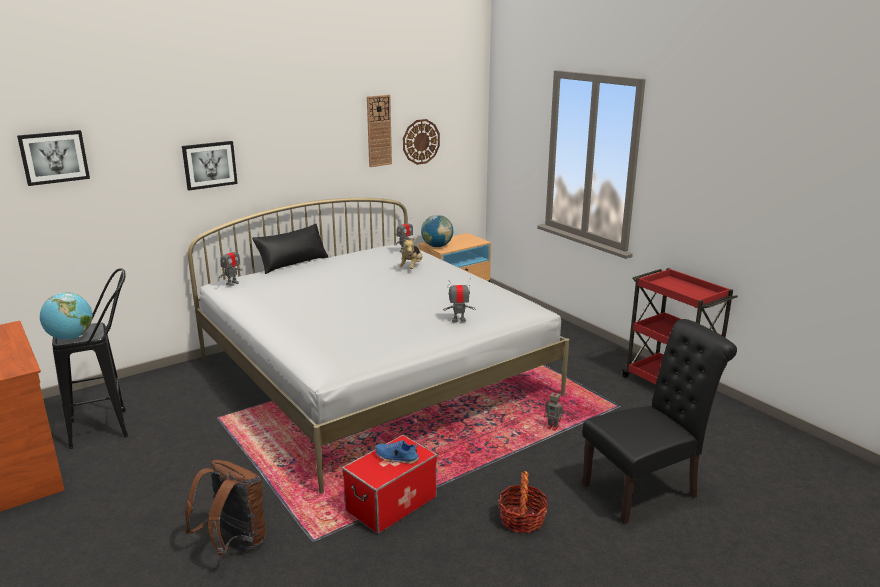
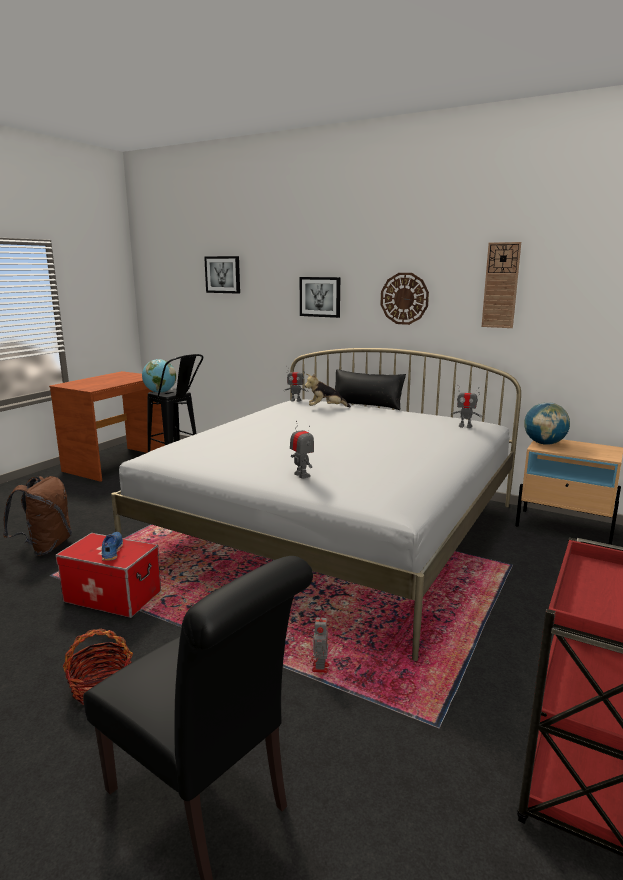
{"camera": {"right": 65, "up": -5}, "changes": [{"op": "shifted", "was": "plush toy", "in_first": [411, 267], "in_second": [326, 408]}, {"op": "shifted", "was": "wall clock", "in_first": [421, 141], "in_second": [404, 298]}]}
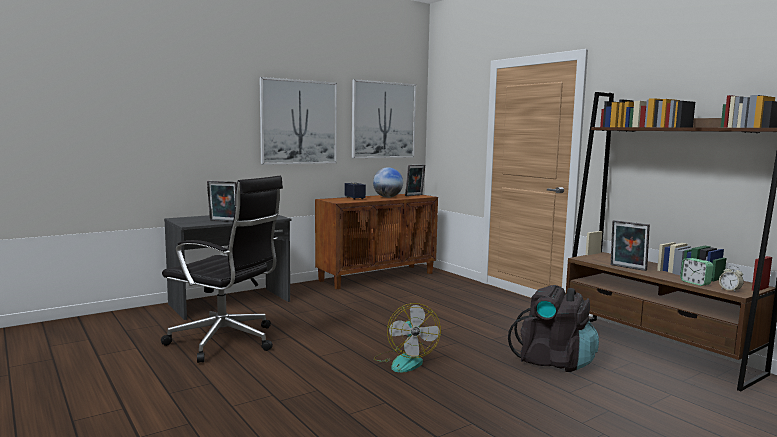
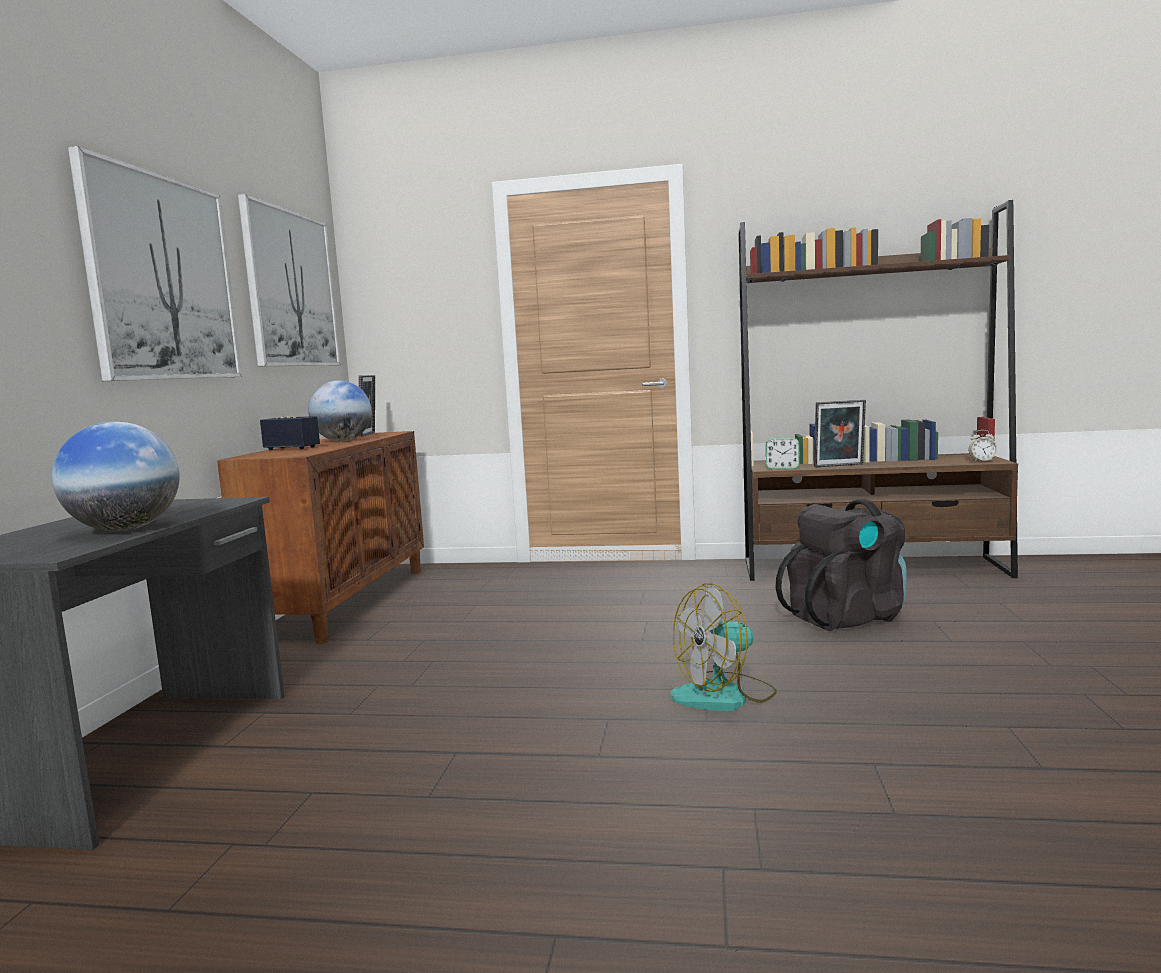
{"camera": {"right": -45, "up": 0}, "changes": [{"op": "swapped", "was": "picture frame", "now": "globe", "in_first": [223, 221], "in_second": [125, 529]}, {"op": "rotated", "was": "fan", "in_first": [405, 361], "in_second": [724, 695], "clockwise": 120}, {"op": "shifted", "was": "alarm clock", "in_first": [695, 283], "in_second": [782, 468]}, {"op": "gone", "was": "office chair (black)", "in_first": [226, 342]}]}
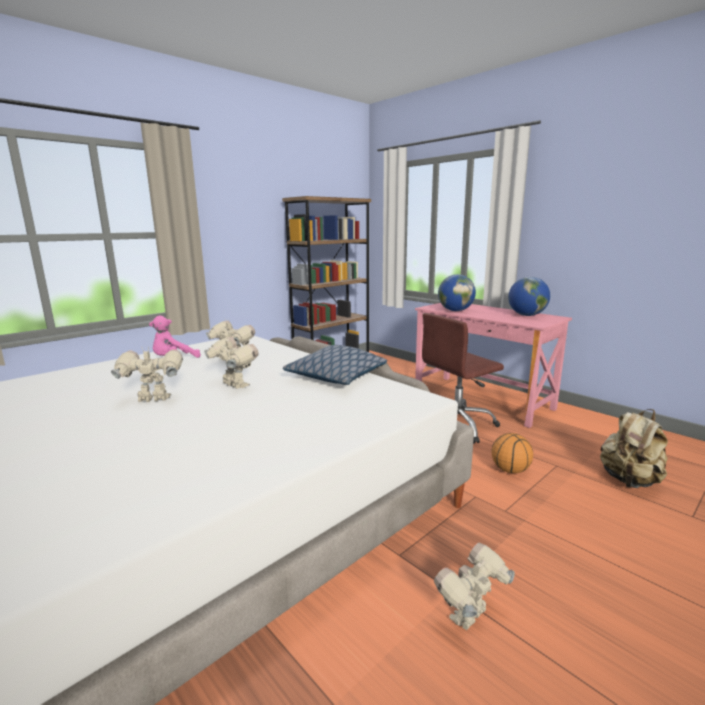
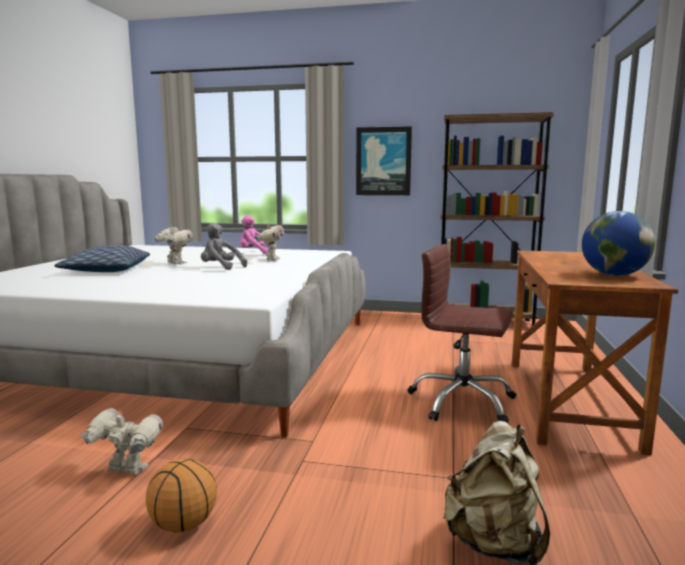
{"camera": {"right": 55, "up": -5}, "changes": [{"op": "shifted", "was": "pillow", "in_first": [337, 377], "in_second": [106, 270]}, {"op": "shifted", "was": "basketball", "in_first": [510, 470], "in_second": [183, 524]}, {"op": "swapped", "was": "toy robot", "now": "plush toy (grey)", "in_first": [234, 386], "in_second": [221, 268]}, {"op": "new", "now": "picture", "in_second": [383, 161]}, {"op": "repainted", "was": "desk (pink)", "now": "desk (brown)", "in_first": [482, 399], "in_second": [568, 401]}, {"op": "gone", "was": "globe", "in_first": [455, 311]}]}
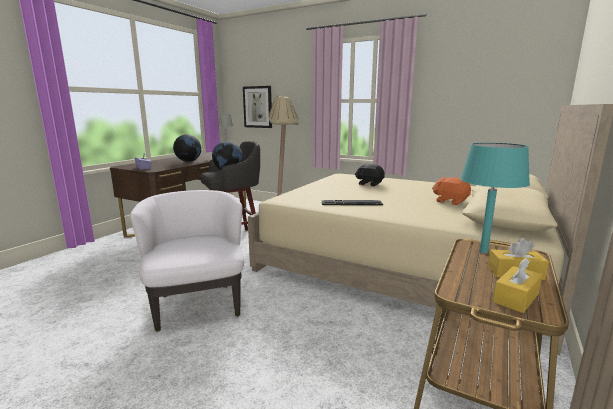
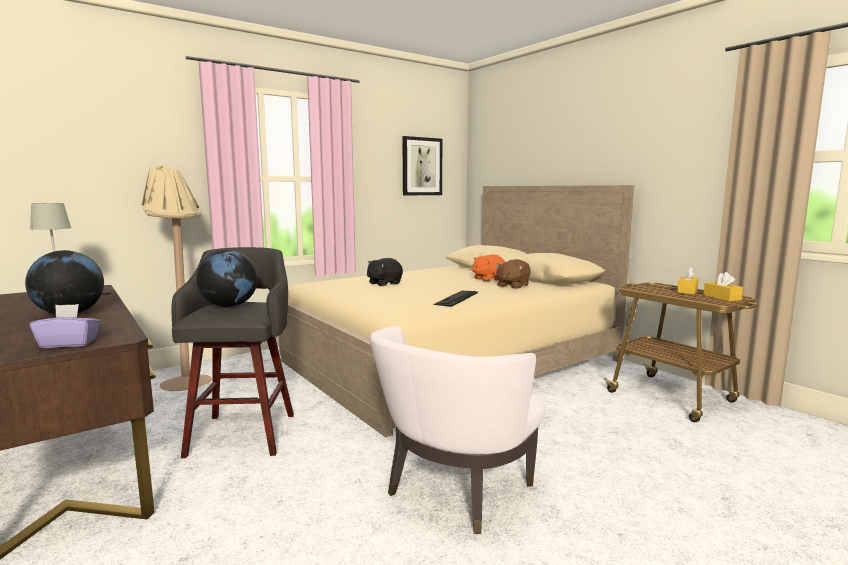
{"camera": {"right": -65, "up": -5}, "changes": [{"op": "rotated", "was": "armchair (white)", "in_first": [197, 304], "in_second": [455, 491], "clockwise": -60}, {"op": "shifted", "was": "picture", "in_first": [258, 107], "in_second": [421, 166]}, {"op": "new", "now": "plush toy (brown)", "in_second": [512, 286]}, {"op": "gone", "was": "table lamp (turquoise)", "in_first": [483, 251]}]}
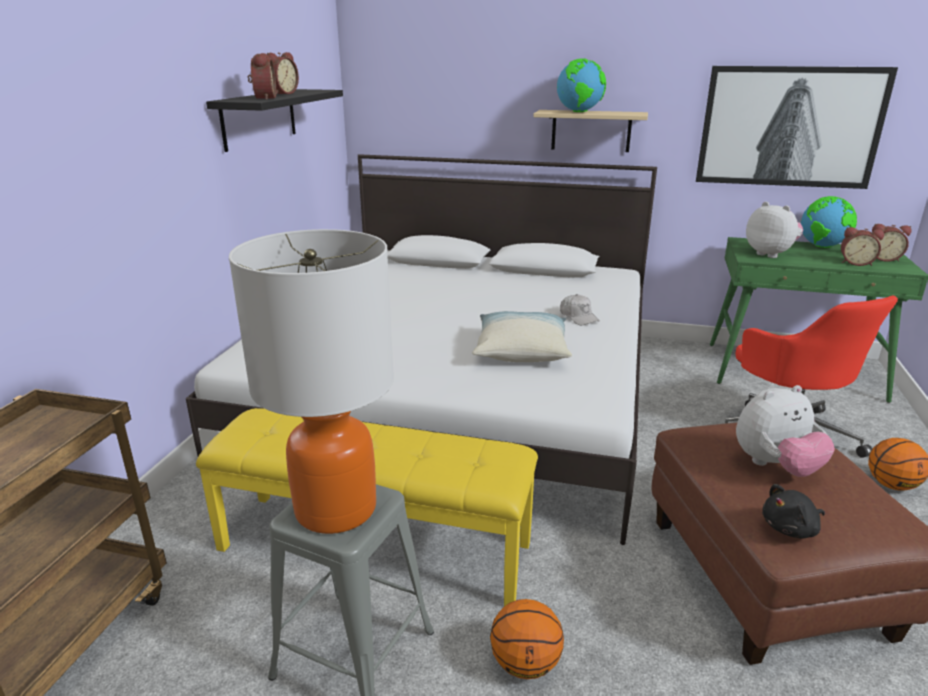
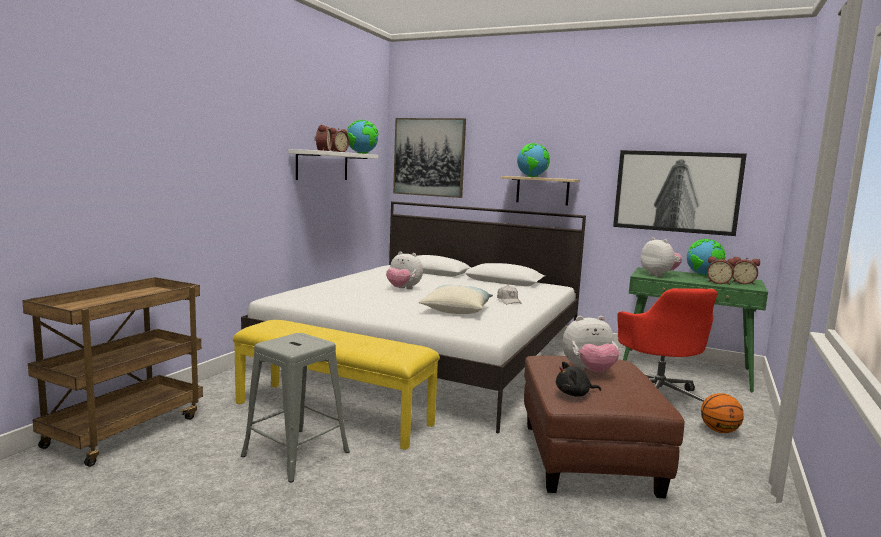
{"camera": {"right": 10, "up": -15}, "changes": [{"op": "repainted", "was": "shelf (black)", "now": "shelf (white)", "in_first": [259, 118], "in_second": [322, 165]}, {"op": "new", "now": "globe", "in_second": [362, 153]}, {"op": "new", "now": "plush toy", "in_second": [403, 289]}, {"op": "new", "now": "picture", "in_second": [429, 157]}, {"op": "gone", "was": "table lamp", "in_first": [335, 509]}, {"op": "gone", "was": "basketball", "in_first": [525, 664]}]}
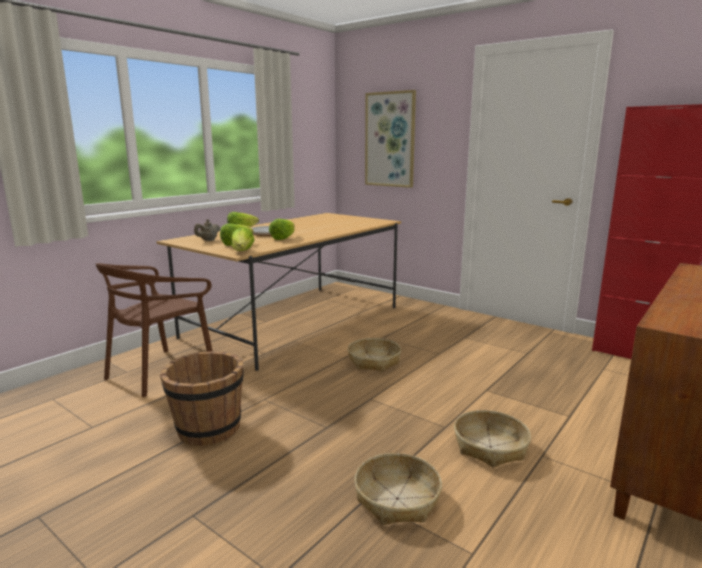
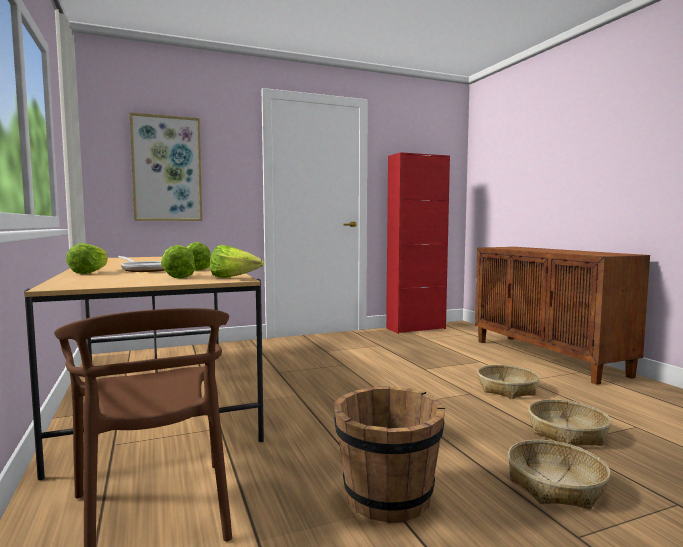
{"camera": {"right": -60, "up": -10}, "changes": [{"op": "shifted", "was": "basket", "in_first": [374, 361], "in_second": [555, 485]}, {"op": "gone", "was": "teapot (beige)", "in_first": [208, 240]}]}
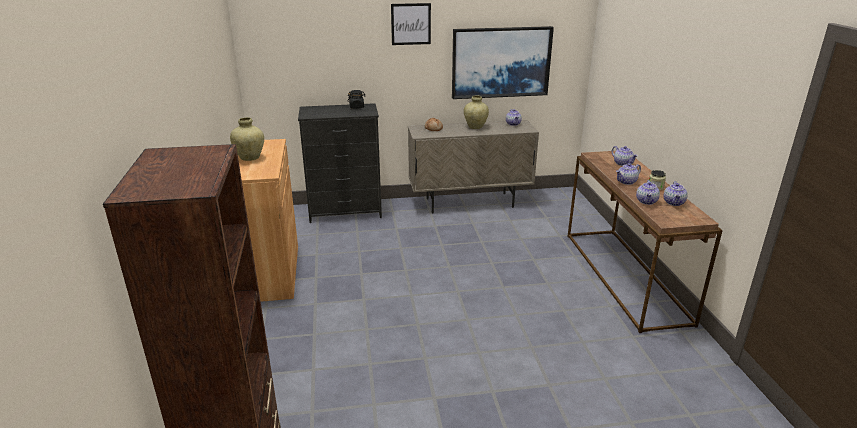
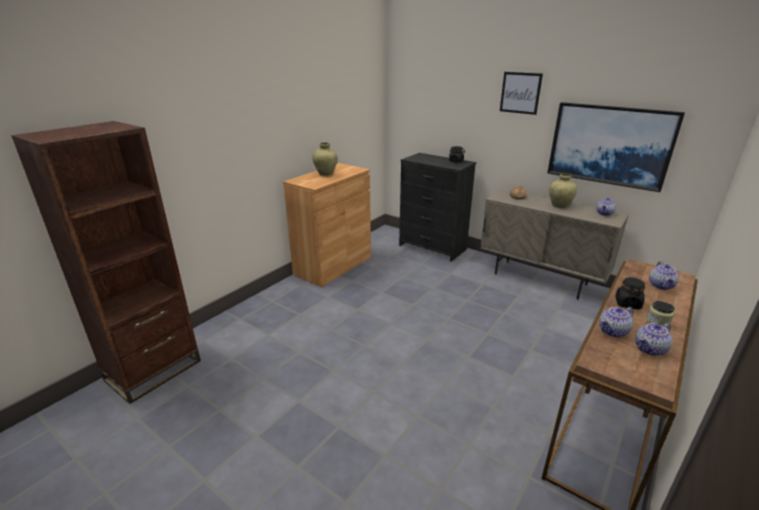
{"camera": {"right": 45, "up": 0}, "changes": [{"op": "swapped", "was": "teapot", "now": "jar (black)", "in_first": [626, 182], "in_second": [627, 303]}]}
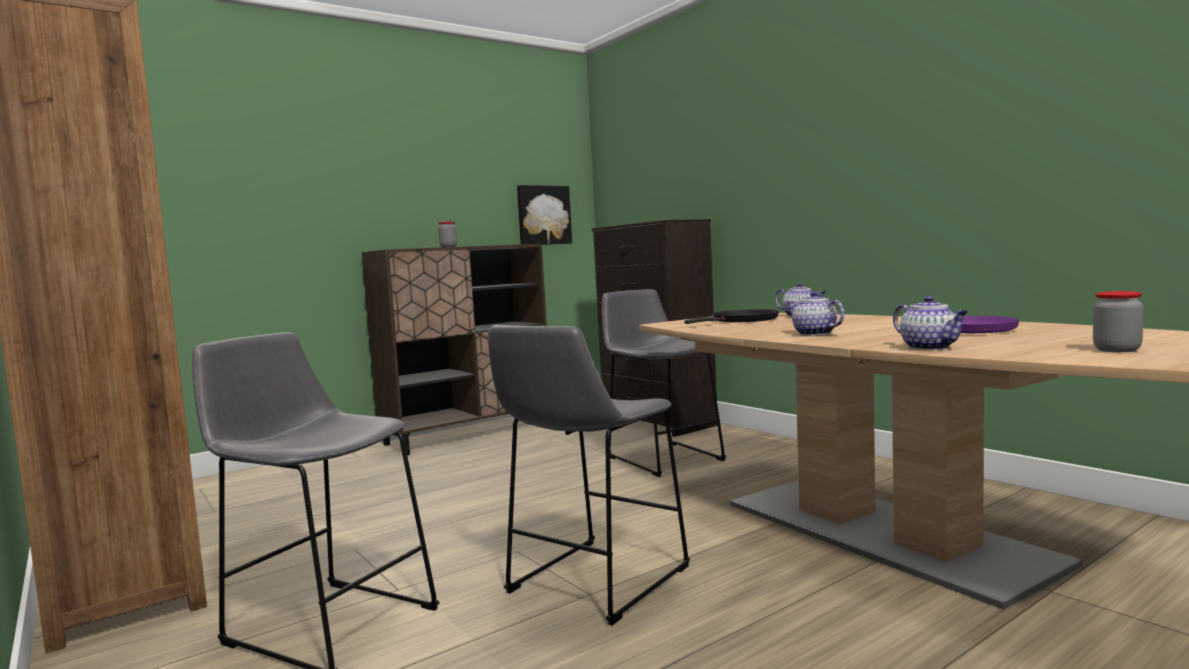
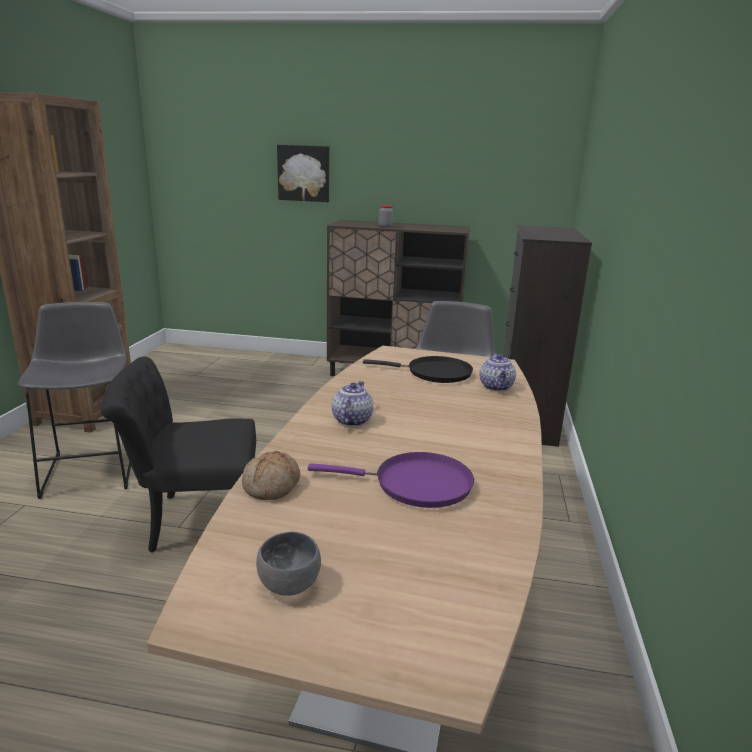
{"camera": {"right": 45, "up": 15}, "changes": [{"op": "swapped", "was": "stool (grey)", "now": "chair (black)", "in_first": [592, 583], "in_second": [194, 521]}, {"op": "swapped", "was": "teapot", "now": "bread", "in_first": [930, 348], "in_second": [272, 486]}, {"op": "swapped", "was": "jar", "now": "bowl (grey)", "in_first": [1116, 350], "in_second": [290, 586]}, {"op": "shifted", "was": "picture", "in_first": [543, 215], "in_second": [304, 173]}]}
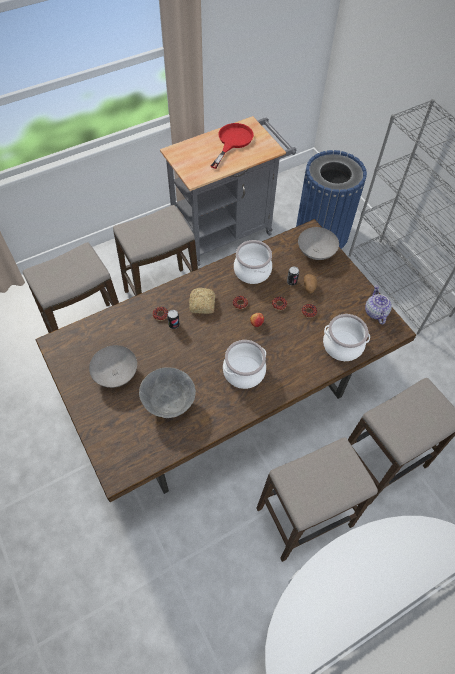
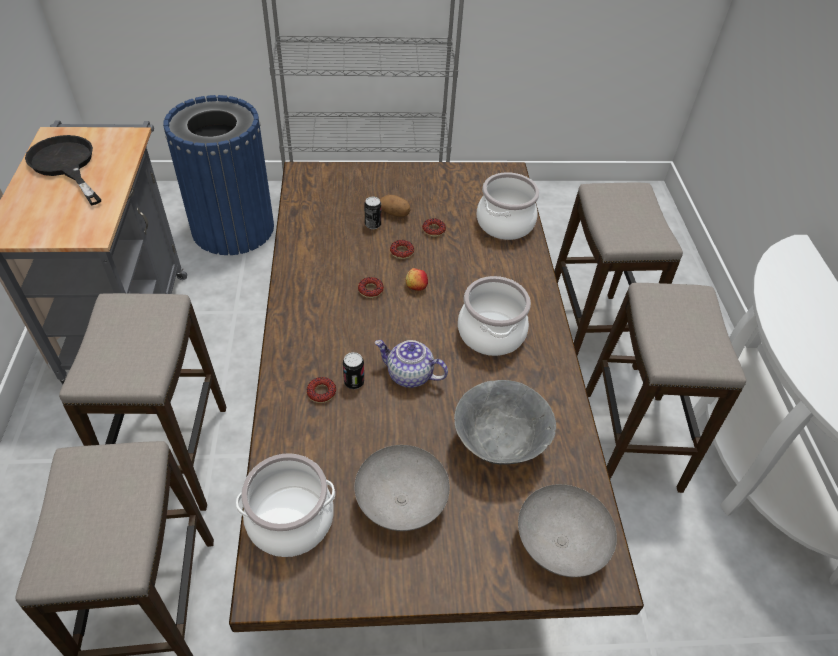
{"camera": {"right": -65, "up": -10}, "changes": [{"op": "repainted", "was": "frying pan (red)", "now": "frying pan (black)", "in_first": [232, 141], "in_second": [66, 165]}, {"op": "shifted", "was": "cooking pot", "in_first": [252, 271], "in_second": [290, 521]}, {"op": "shifted", "was": "teapot", "in_first": [375, 312], "in_second": [409, 375]}, {"op": "shifted", "was": "bowl (grey)", "in_first": [316, 253], "in_second": [561, 544]}, {"op": "gone", "was": "bread", "in_first": [202, 305]}]}
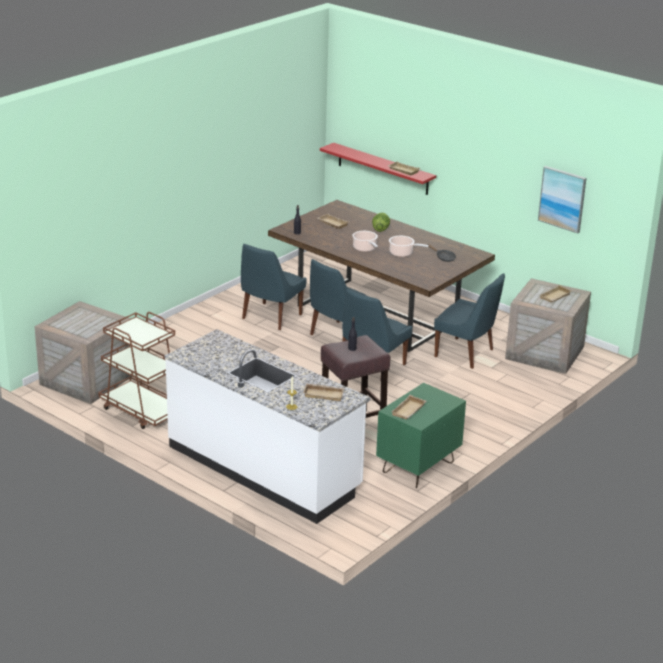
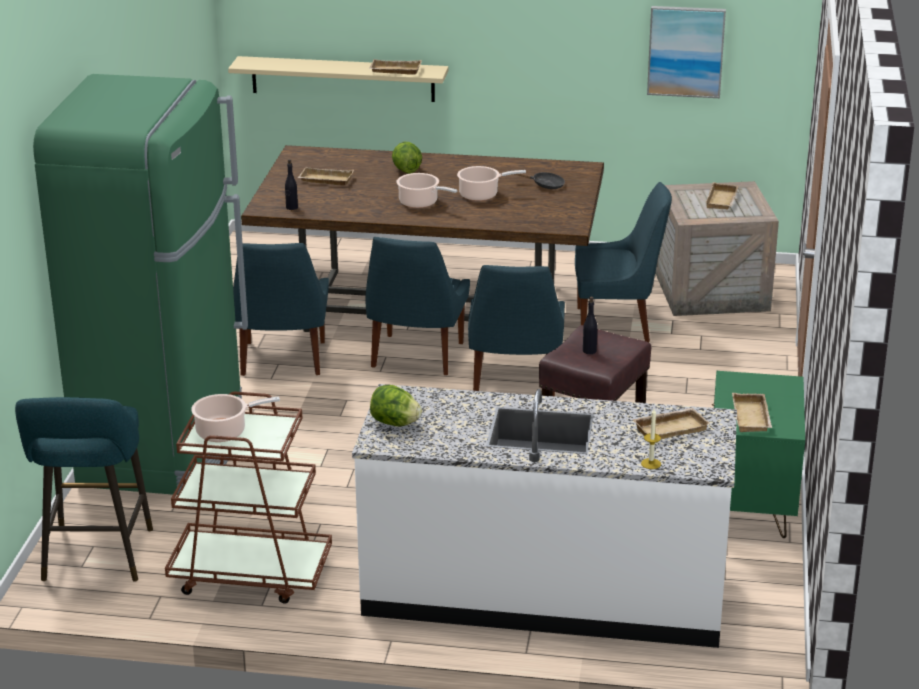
{"camera": {"right": -30, "up": 0}, "changes": [{"op": "swapped", "was": "crate", "now": "stool (turquoise)", "in_first": [85, 380], "in_second": [96, 559]}, {"op": "new", "now": "fridge (green)", "in_second": [165, 448]}, {"op": "new", "now": "cooking pot", "in_second": [224, 432]}, {"op": "repainted", "was": "shelf (red)", "now": "shelf (beige)", "in_first": [383, 169], "in_second": [342, 79]}, {"op": "new", "now": "lettuce", "in_second": [395, 423]}]}
